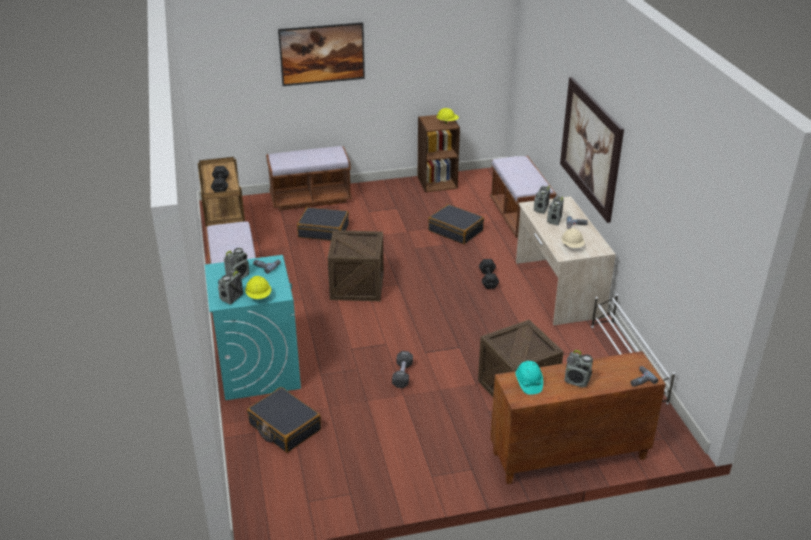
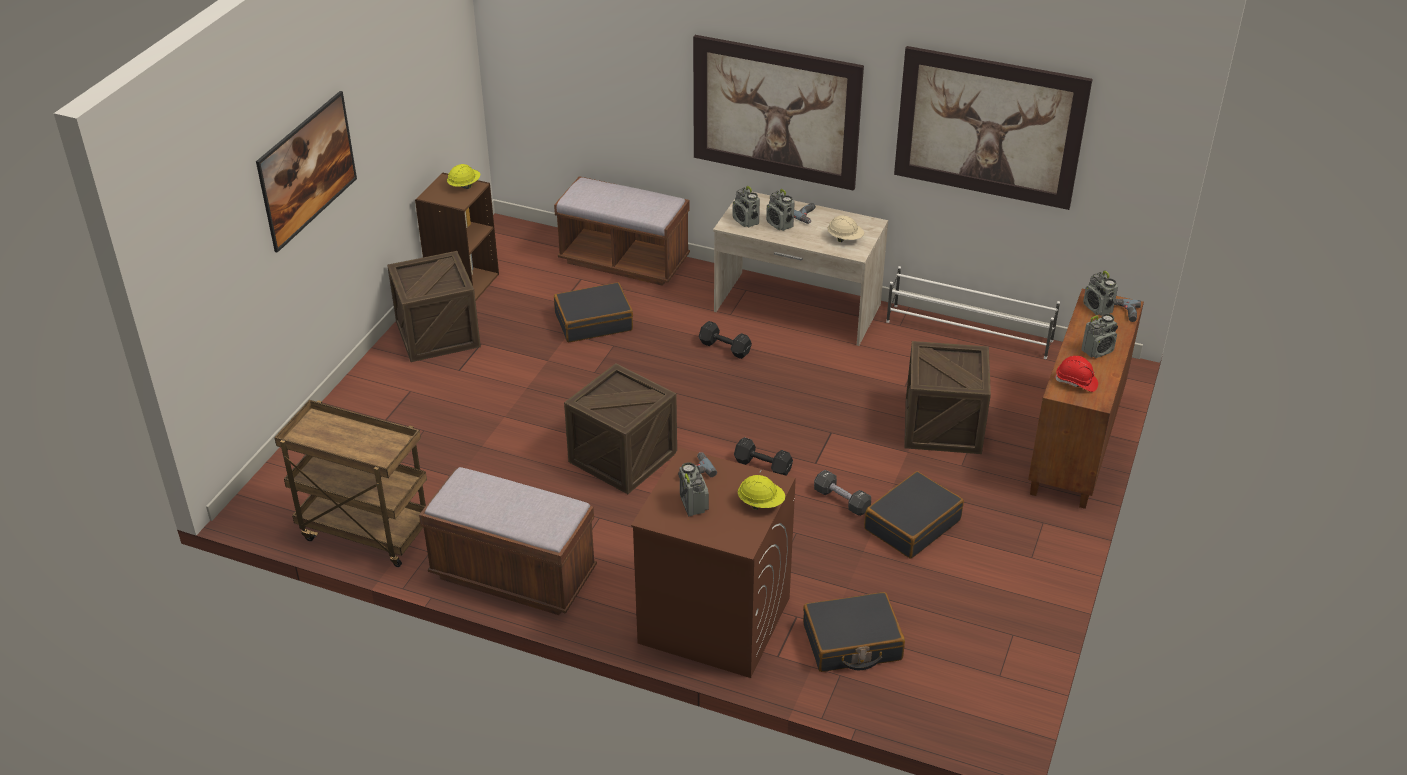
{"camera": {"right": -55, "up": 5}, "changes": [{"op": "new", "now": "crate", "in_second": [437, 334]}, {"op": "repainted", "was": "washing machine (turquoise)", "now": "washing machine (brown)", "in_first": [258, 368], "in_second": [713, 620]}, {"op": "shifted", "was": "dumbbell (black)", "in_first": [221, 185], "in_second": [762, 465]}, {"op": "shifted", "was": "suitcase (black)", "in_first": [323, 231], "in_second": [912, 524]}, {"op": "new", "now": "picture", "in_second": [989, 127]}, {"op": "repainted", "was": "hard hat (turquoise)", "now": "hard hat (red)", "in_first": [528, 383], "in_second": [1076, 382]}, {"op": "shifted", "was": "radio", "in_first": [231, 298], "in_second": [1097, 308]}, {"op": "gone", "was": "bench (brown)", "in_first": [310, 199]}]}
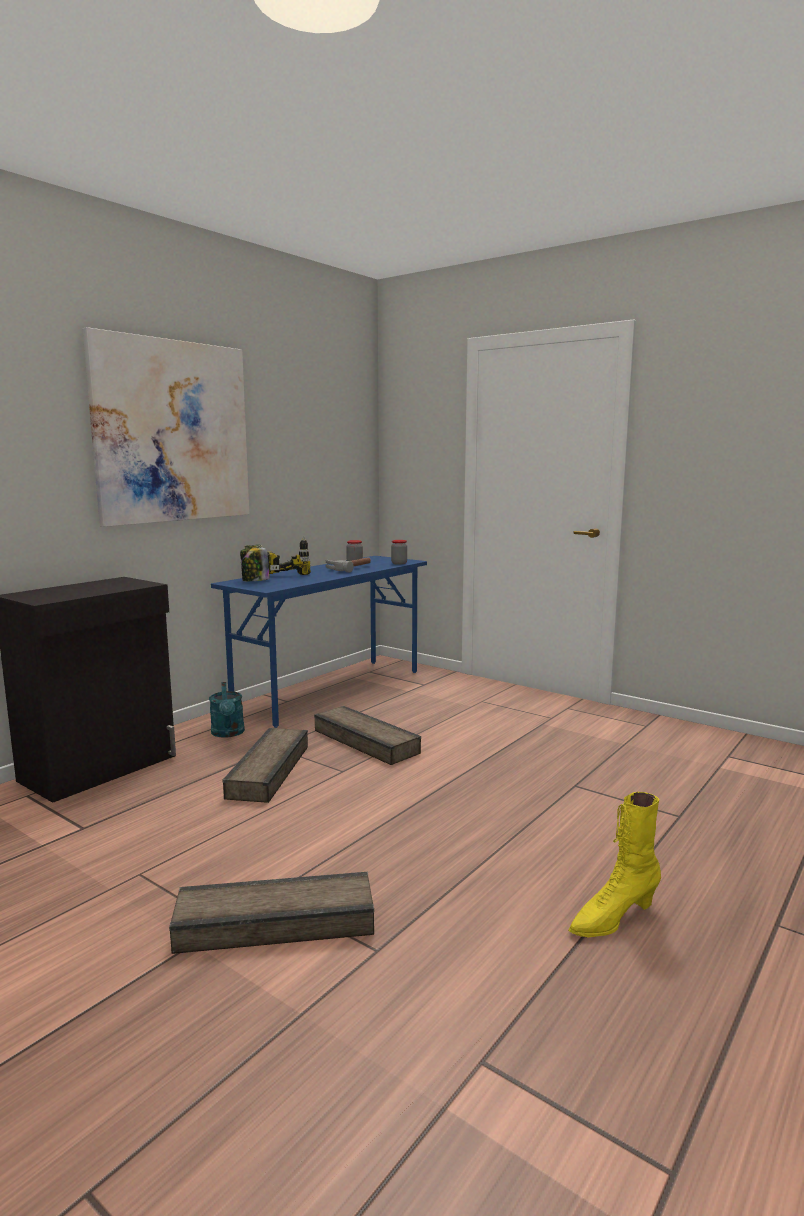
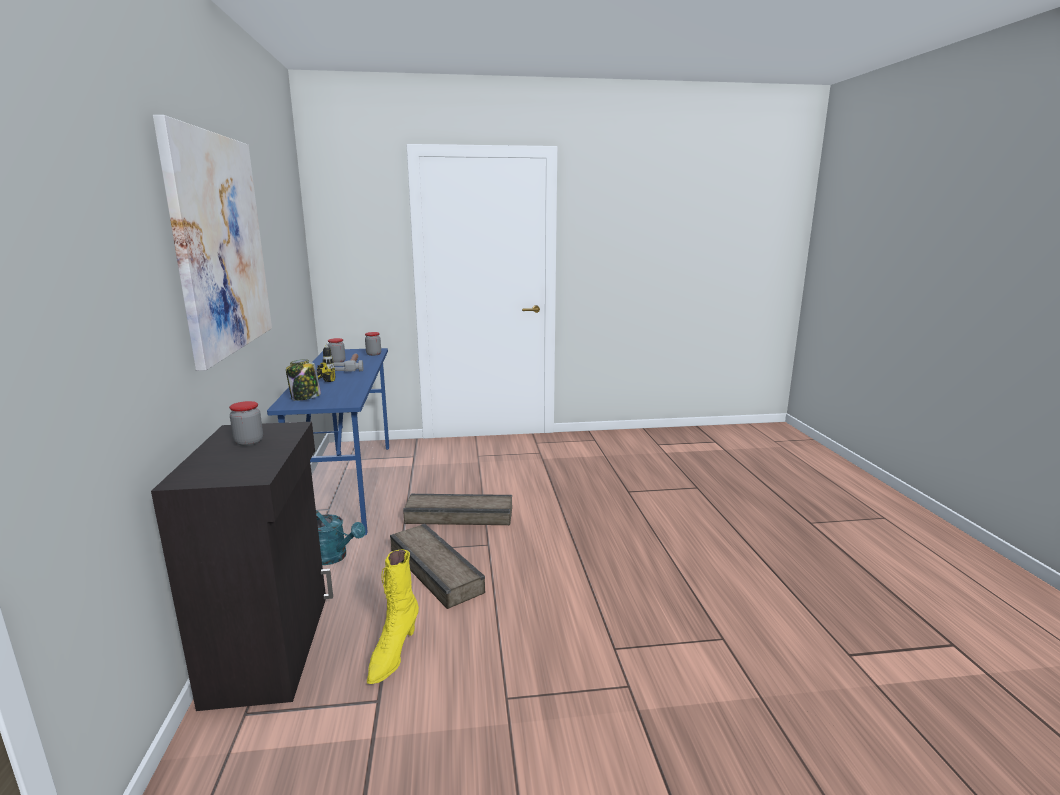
{"camera": {"right": -45, "up": 5}, "changes": [{"op": "new", "now": "jar", "in_second": [249, 442]}, {"op": "shifted", "was": "boot (yellow)", "in_first": [612, 919], "in_second": [393, 654]}, {"op": "gone", "was": "crate", "in_first": [275, 921]}]}
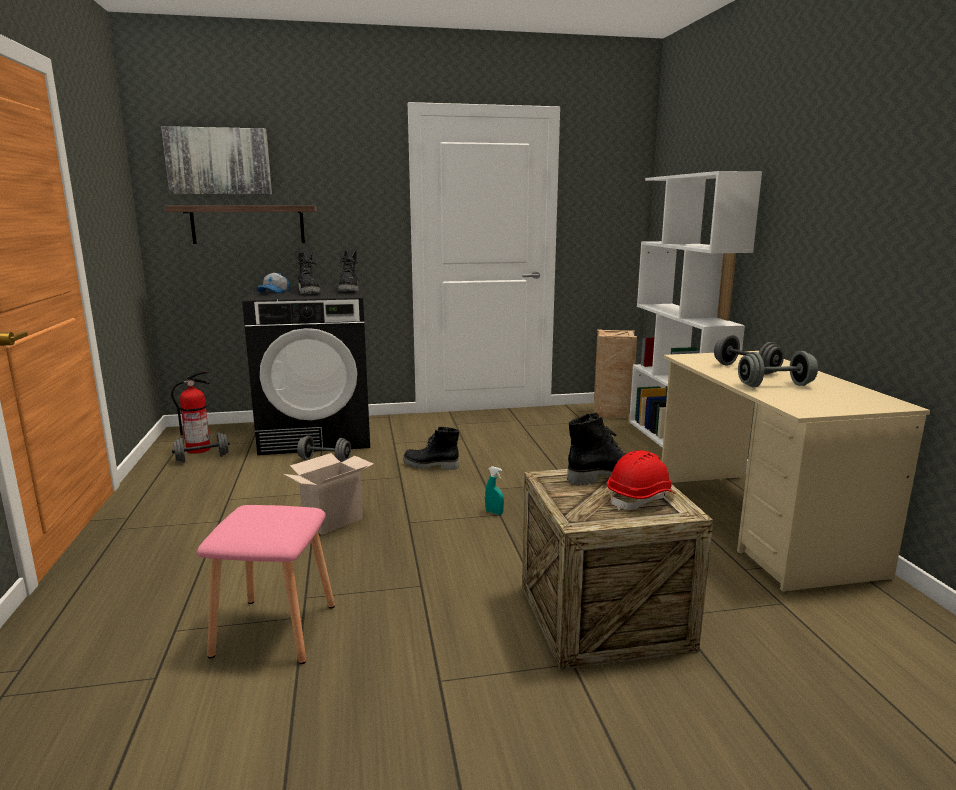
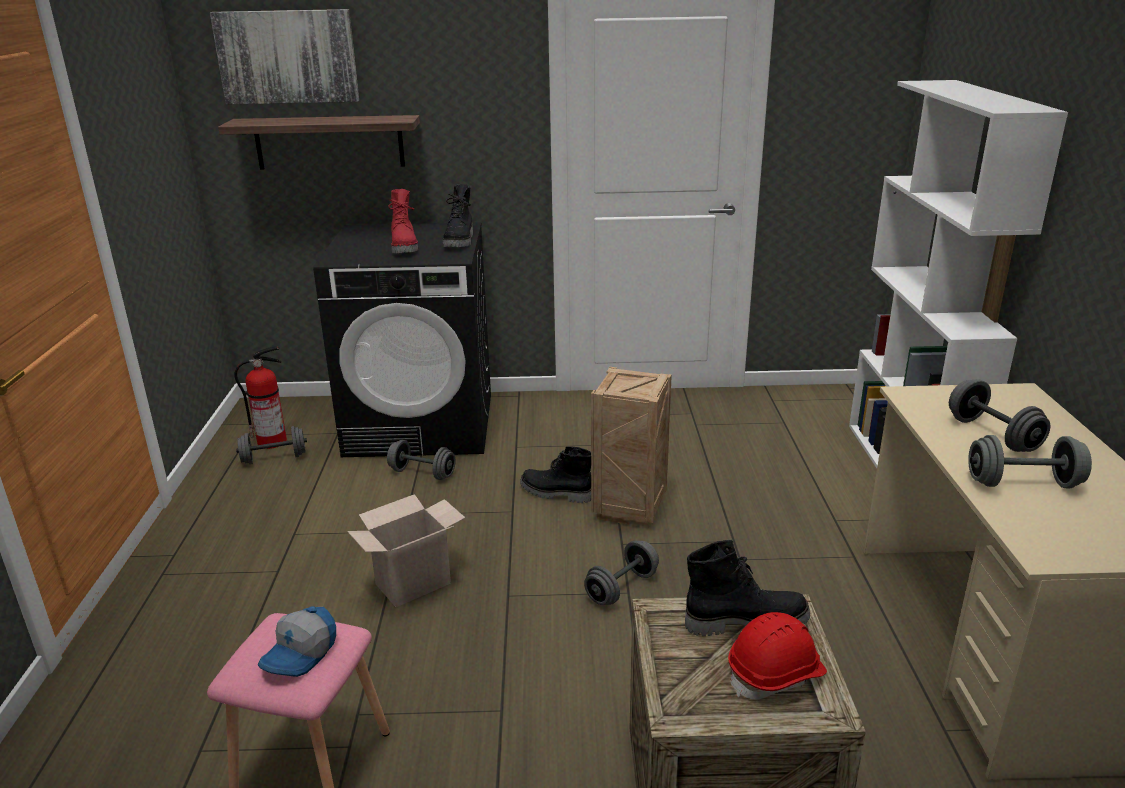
{"camera": {"right": 10, "up": 10}, "changes": [{"op": "shifted", "was": "cap", "in_first": [274, 292], "in_second": [301, 654]}, {"op": "repainted", "was": "boot (black)", "now": "boot (red)", "in_first": [309, 292], "in_second": [405, 247]}, {"op": "swapped", "was": "spray bottle (turquoise)", "now": "dumbbell (grey)", "in_first": [494, 512], "in_second": [621, 588]}, {"op": "shifted", "was": "crate", "in_first": [611, 412], "in_second": [628, 508]}]}
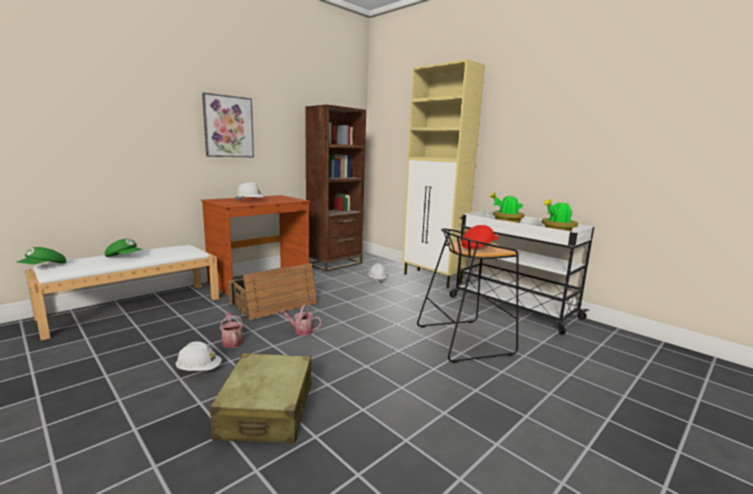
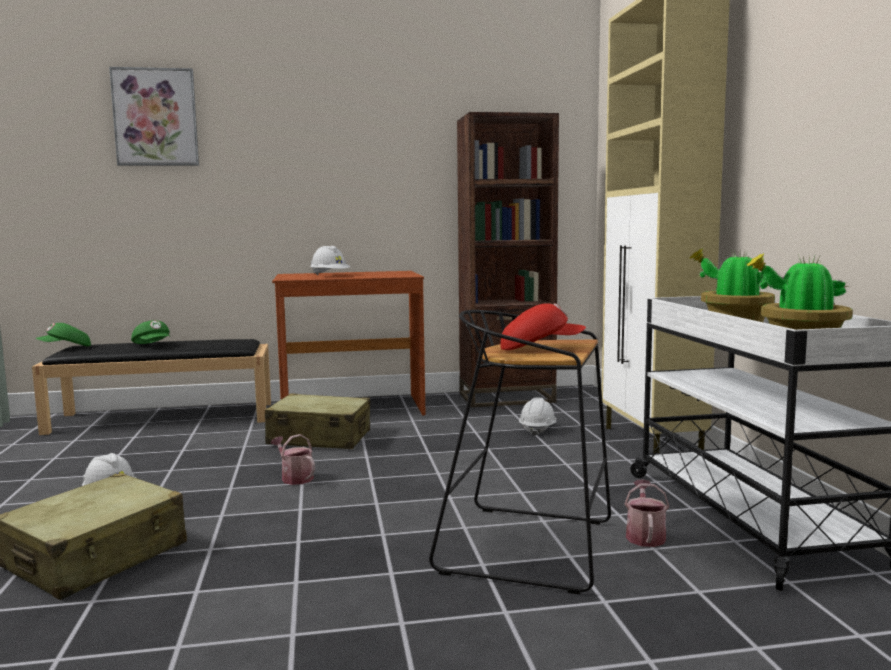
{"camera": {"right": 35, "up": -5}, "changes": [{"op": "repainted", "was": "bench (white)", "now": "bench (black)", "in_first": [135, 307], "in_second": [165, 417]}, {"op": "shifted", "was": "picture", "in_first": [228, 126], "in_second": [155, 117]}, {"op": "swapped", "was": "crate", "now": "suitcase (beige)", "in_first": [273, 304], "in_second": [319, 438]}, {"op": "shifted", "was": "watering can", "in_first": [232, 341], "in_second": [645, 535]}]}
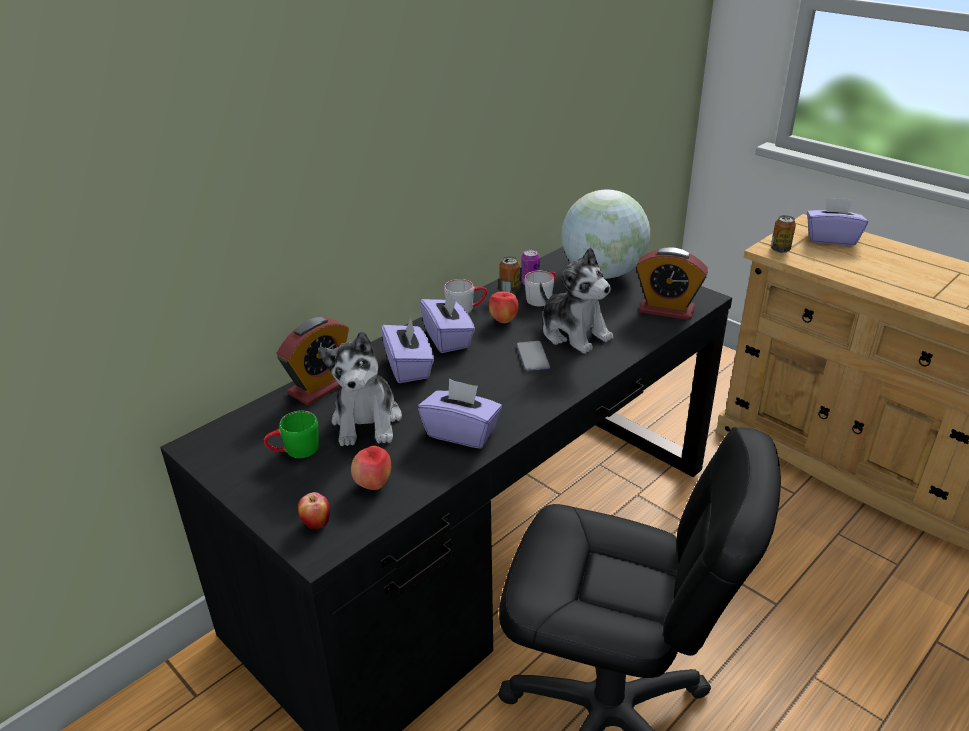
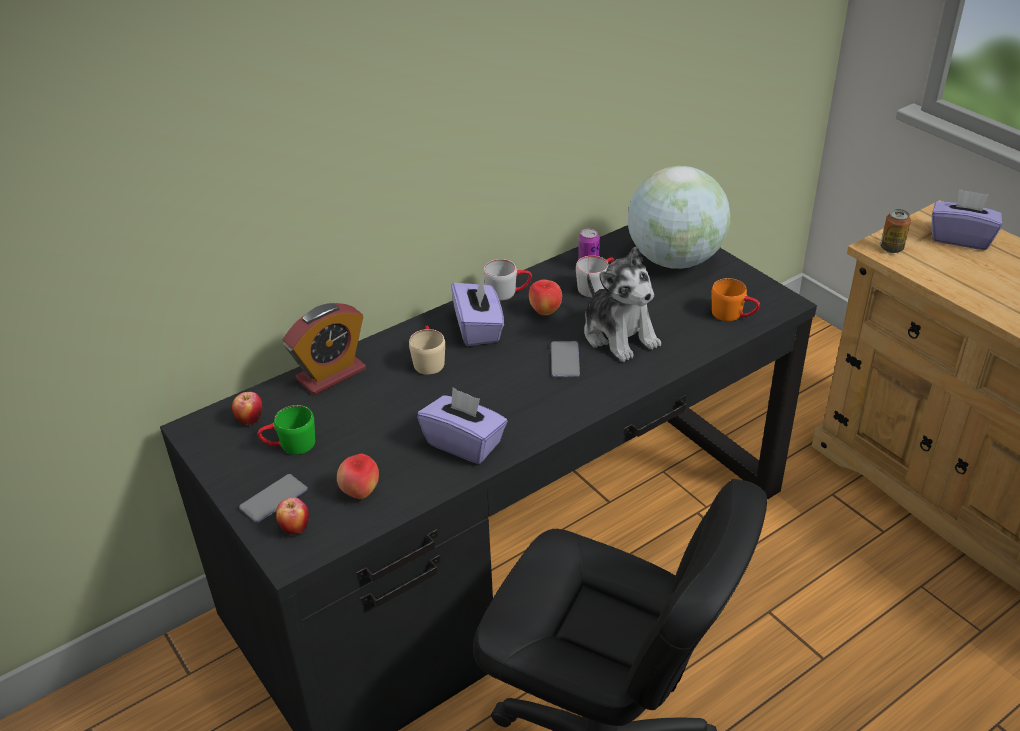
{"camera": {"right": 10, "up": 5}, "changes": [{"op": "new", "now": "apple", "in_second": [250, 419]}, {"op": "new", "now": "phone", "in_second": [274, 499]}, {"op": "swapped", "was": "tissue box (purple)", "now": "mug (beige)", "in_first": [409, 367], "in_second": [428, 360]}, {"op": "swapped", "was": "alarm clock", "now": "mug (orange)", "in_first": [666, 310], "in_second": [733, 315]}, {"op": "gone", "was": "plush toy", "in_first": [367, 421]}, {"op": "gone", "was": "can", "in_first": [509, 291]}]}
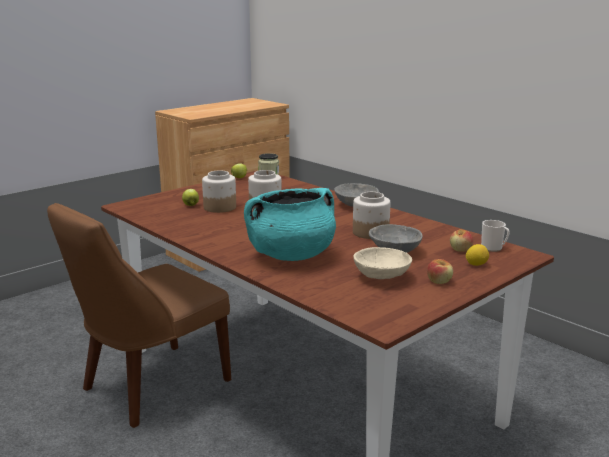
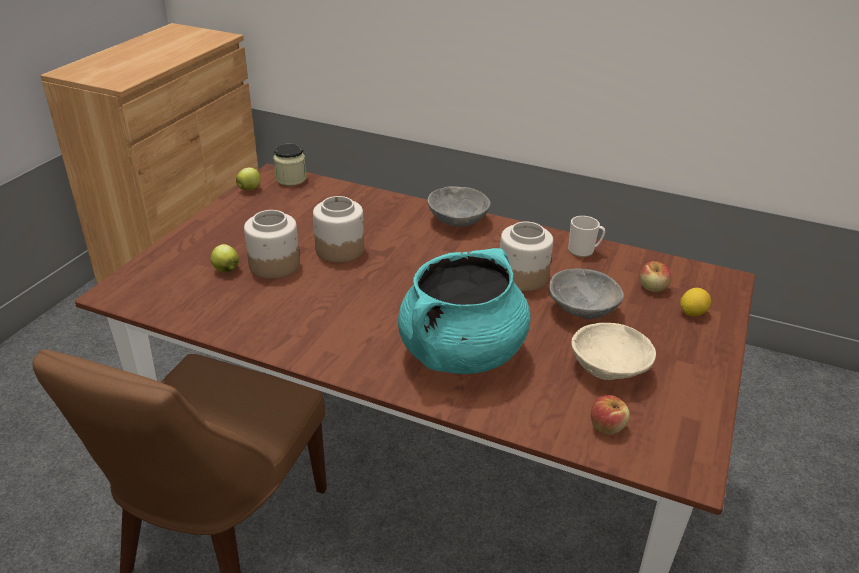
{"camera": {"right": -25, "up": 15}, "changes": [{"op": "shifted", "was": "mug", "in_first": [493, 248], "in_second": [583, 251]}, {"op": "shifted", "was": "apple", "in_first": [439, 281], "in_second": [607, 426]}]}
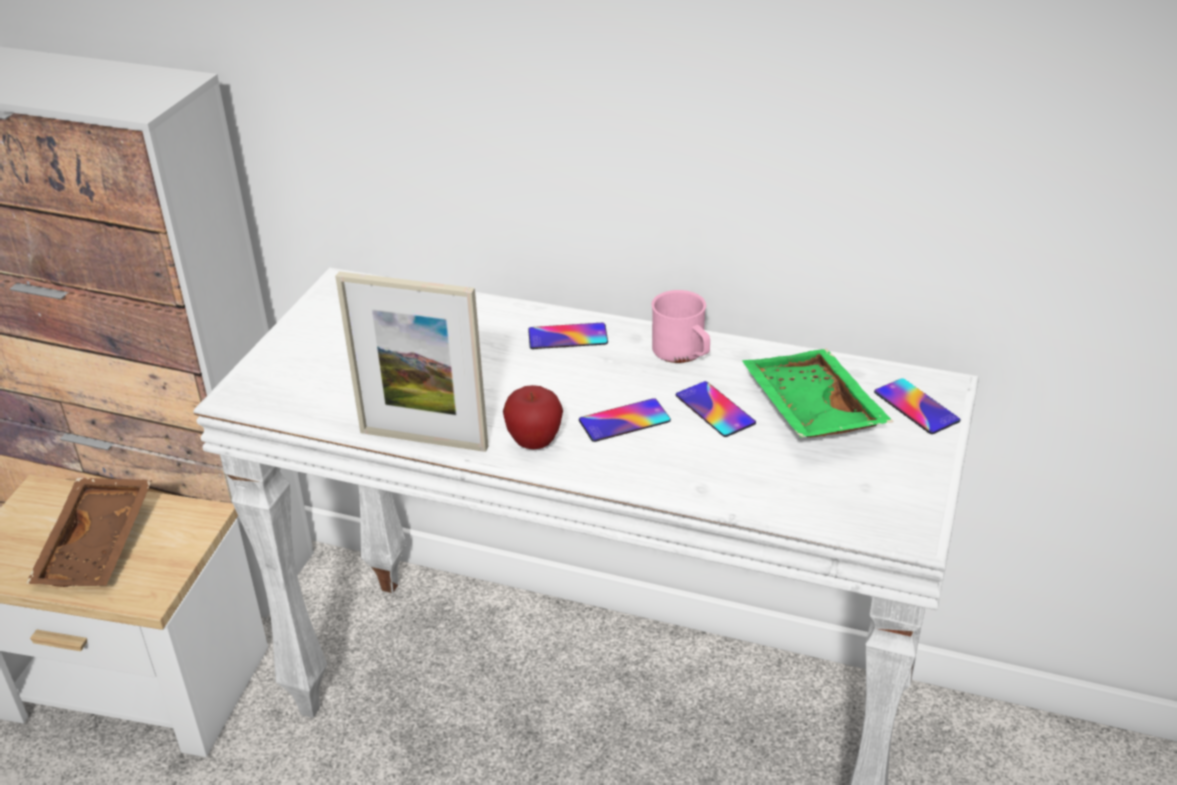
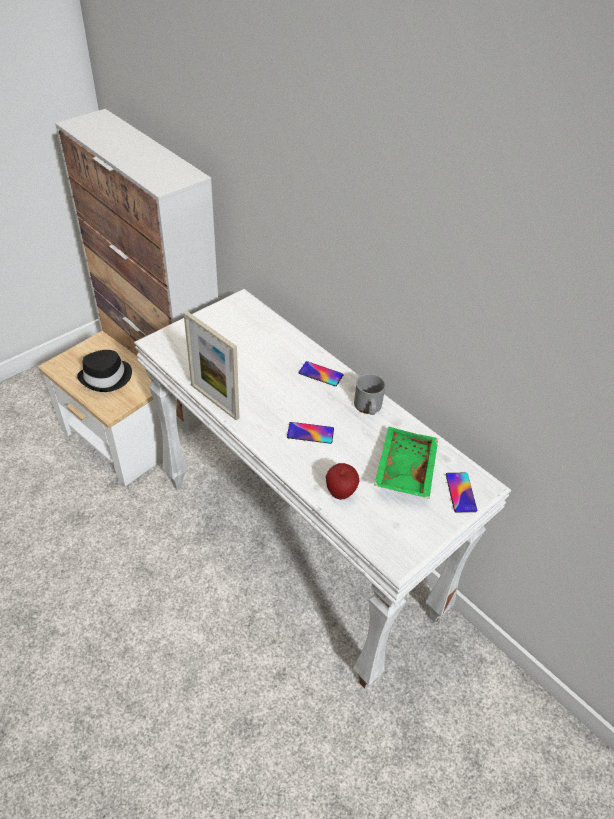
{"camera": {"right": 25, "up": 10}, "changes": [{"op": "swapped", "was": "tray (brown)", "now": "hat (black)", "in_first": [99, 545], "in_second": [106, 377]}, {"op": "shifted", "was": "apple", "in_first": [534, 442], "in_second": [340, 492]}, {"op": "repainted", "was": "mug (pink)", "now": "mug (grey)", "in_first": [683, 353], "in_second": [368, 407]}, {"op": "gone", "was": "phone", "in_first": [715, 410]}]}
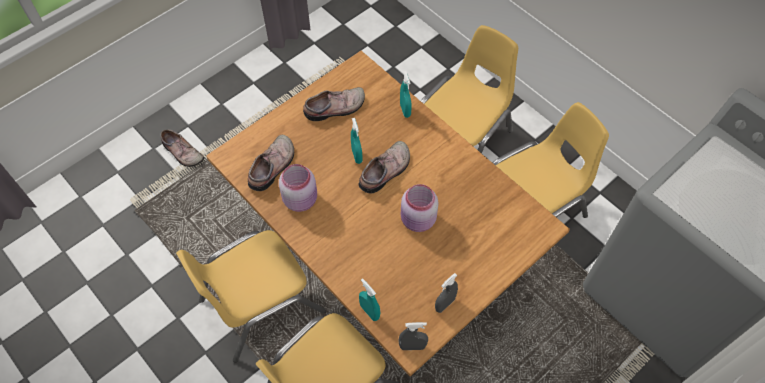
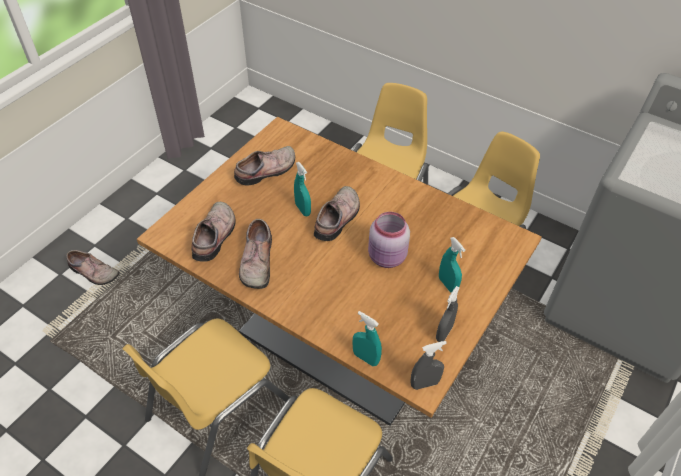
{"camera": {"right": -15, "up": -10}, "changes": [{"op": "swapped", "was": "jar (pink)", "now": "shoe", "in_first": [301, 199], "in_second": [255, 261]}, {"op": "shifted", "was": "spray bottle (turquoise)", "in_first": [405, 110], "in_second": [447, 284]}]}
